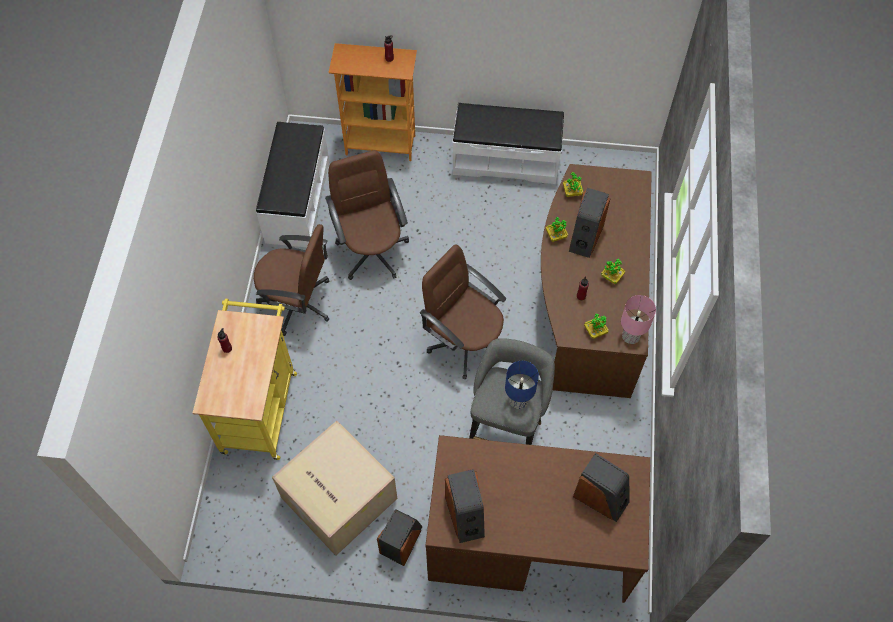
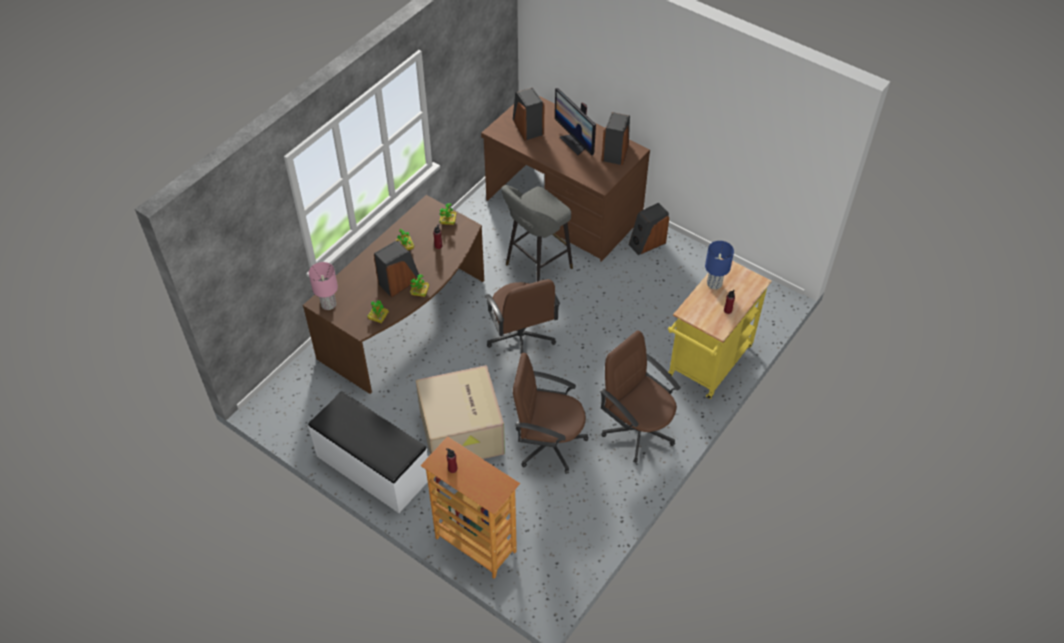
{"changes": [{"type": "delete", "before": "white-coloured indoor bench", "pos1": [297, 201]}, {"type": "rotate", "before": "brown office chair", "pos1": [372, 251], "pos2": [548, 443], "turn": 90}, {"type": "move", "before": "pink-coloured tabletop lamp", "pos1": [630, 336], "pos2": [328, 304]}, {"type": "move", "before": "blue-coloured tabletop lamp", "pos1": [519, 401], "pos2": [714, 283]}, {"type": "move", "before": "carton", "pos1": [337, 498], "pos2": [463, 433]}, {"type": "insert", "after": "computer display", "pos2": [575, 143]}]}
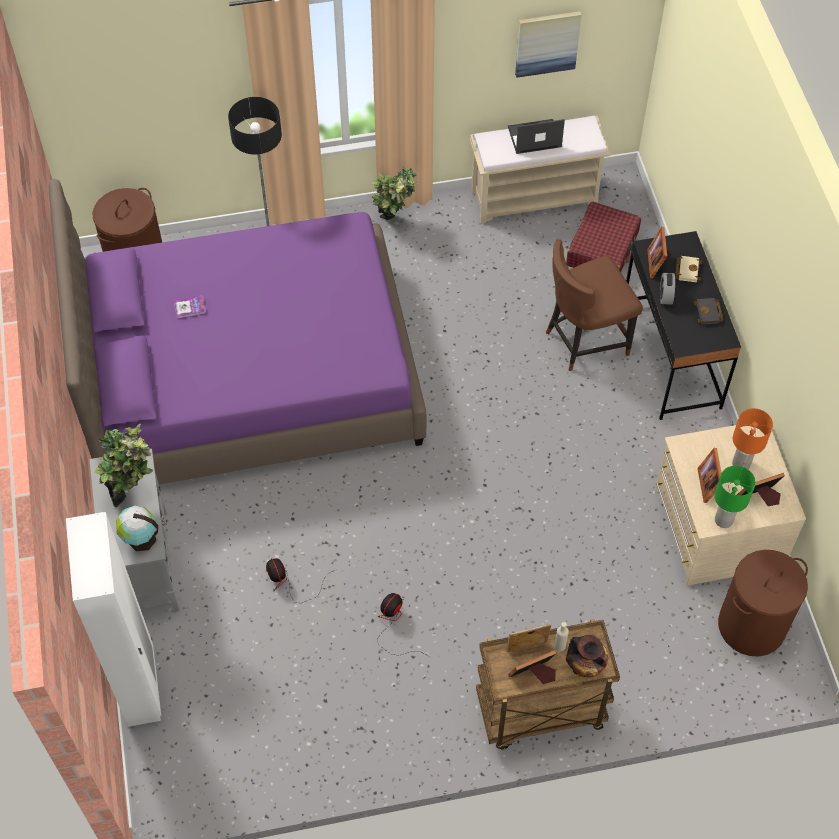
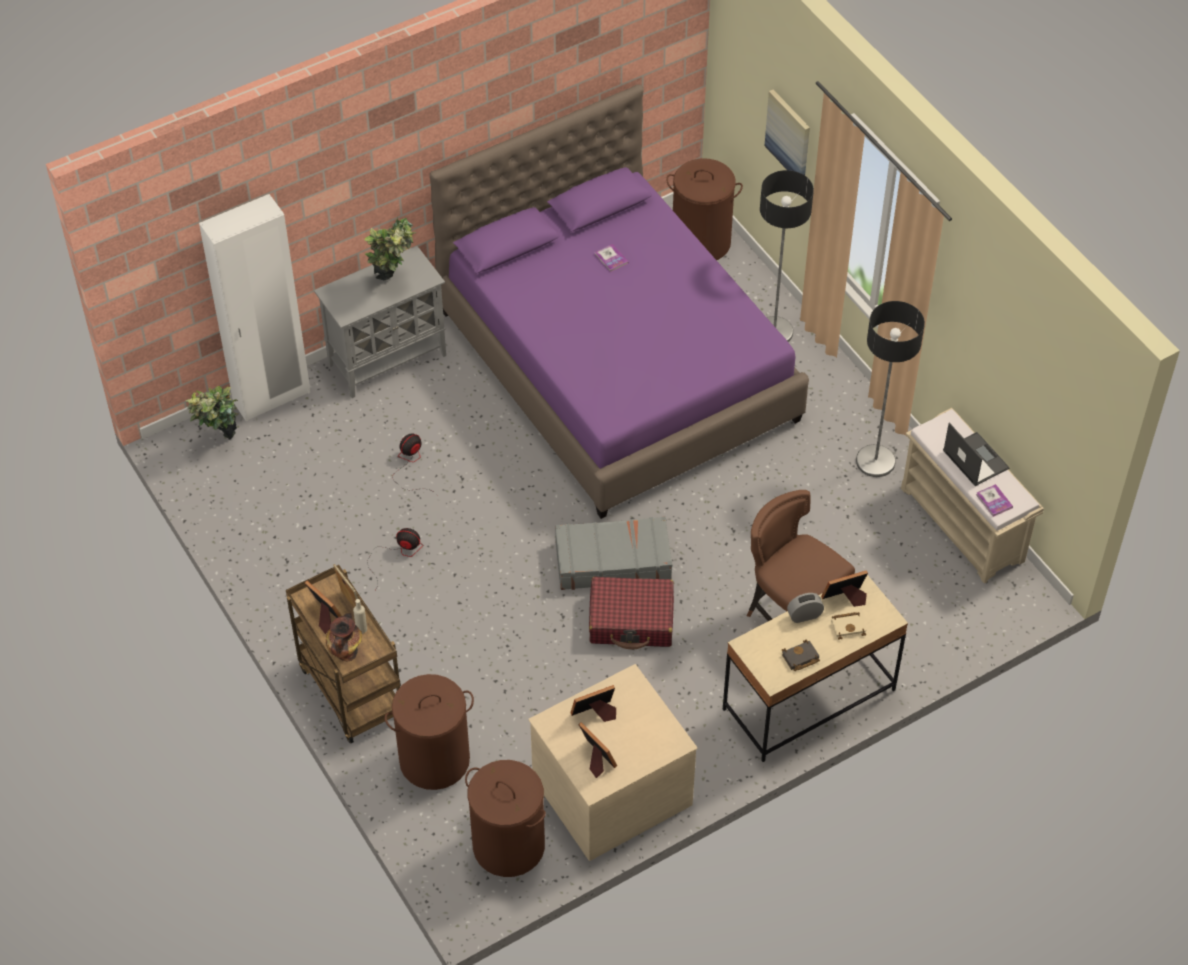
{"changes": [{"type": "move", "before": "picture", "pos1": [547, 43], "pos2": [788, 135]}, {"type": "move", "before": "houseplant", "pos1": [395, 225], "pos2": [221, 444]}, {"type": "move", "before": "red-coloured piece of luggage", "pos1": [602, 249], "pos2": [631, 620]}, {"type": "recolor", "before": "black desk", "after": "beige desk", "pos1": [670, 357], "pos2": [808, 700]}, {"type": "delete", "before": "orange tabletop lamp", "pos1": [741, 464]}, {"type": "delete", "before": "green tabletop lamp", "pos1": [723, 520]}, {"type": "delete", "before": "globe", "pos1": [140, 539]}, {"type": "insert", "after": "standard lamp", "pos2": [876, 461]}, {"type": "insert", "after": "bound book", "pos2": [994, 501]}, {"type": "insert", "after": "greyish piece of luggage", "pos2": [612, 561]}, {"type": "insert", "after": "brown hamper", "pos2": [434, 760]}]}
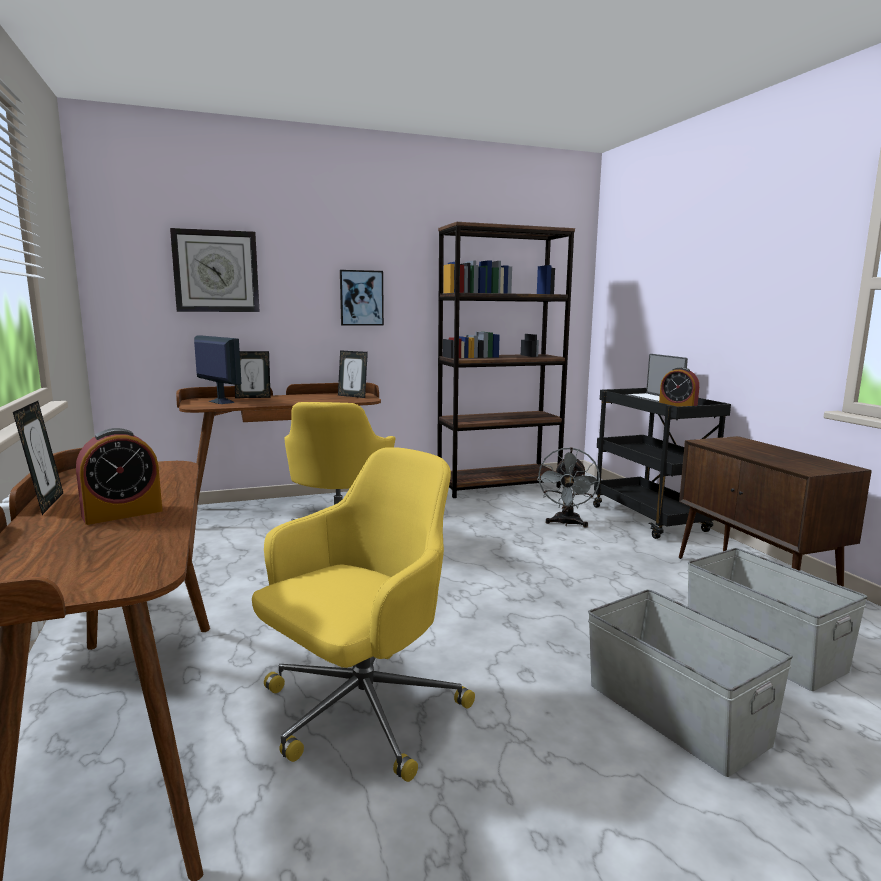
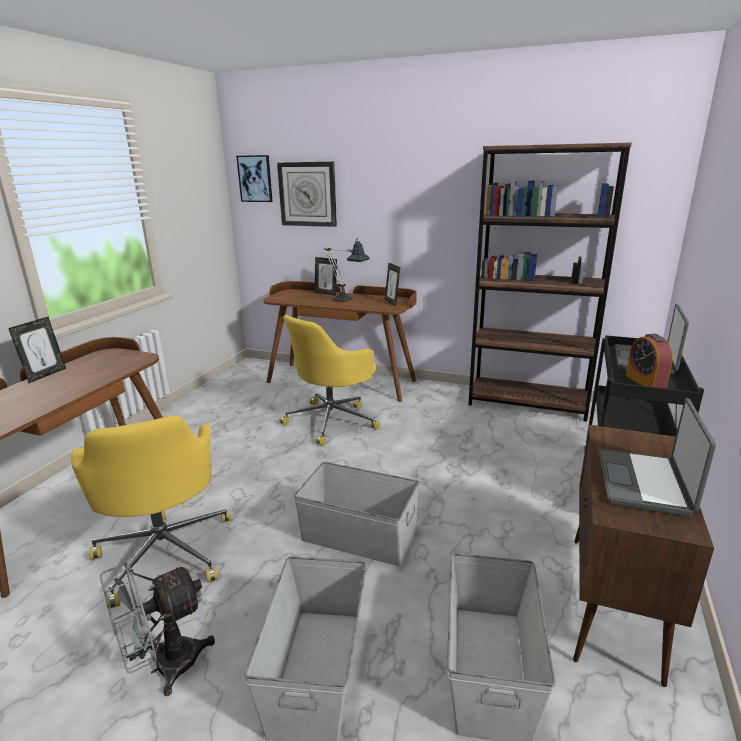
{"changes": [{"type": "move", "before": "picture", "pos1": [361, 298], "pos2": [255, 178]}, {"type": "delete", "before": "computer display", "pos1": [220, 401]}, {"type": "delete", "before": "table clock", "pos1": [122, 513]}, {"type": "rotate", "before": "yellowish office chair", "pos1": [360, 712], "pos2": [165, 551], "turn": 75}, {"type": "move", "before": "greyish cooling fan", "pos1": [566, 523], "pos2": [164, 666]}, {"type": "insert", "after": "tabletop lamp", "pos2": [346, 300]}, {"type": "insert", "after": "notebook computer", "pos2": [645, 483]}, {"type": "insert", "after": "greyish storage container", "pos2": [359, 537]}]}
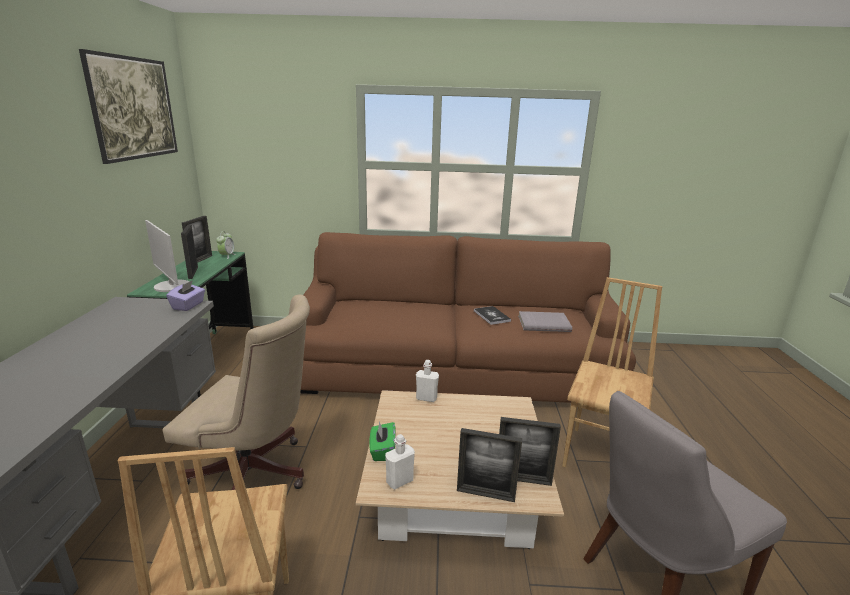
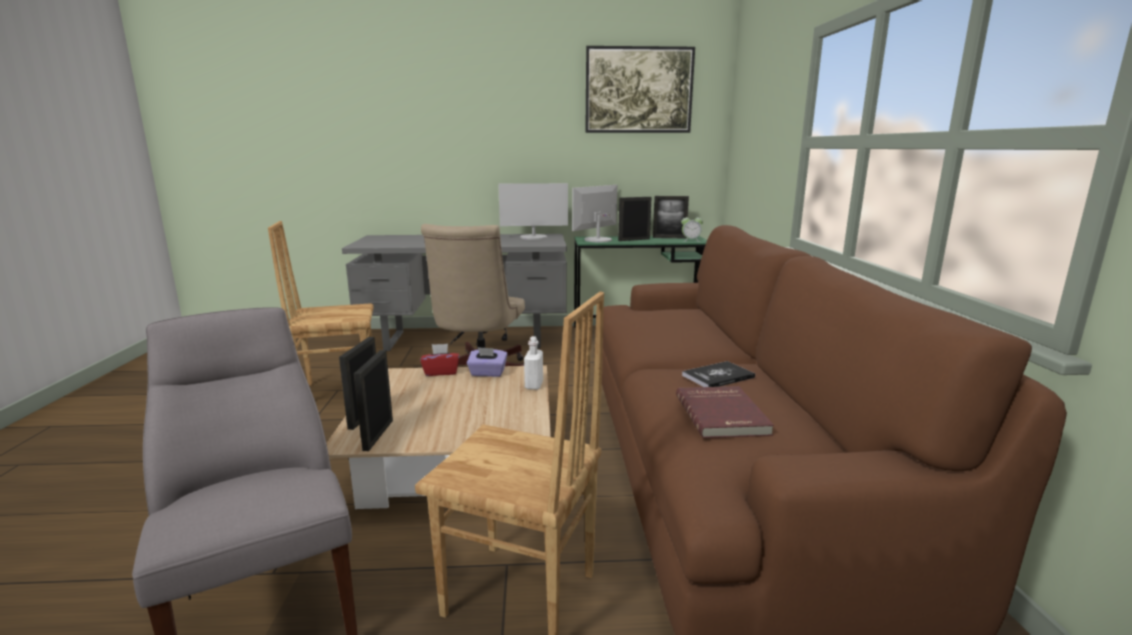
{"changes": [{"type": "move", "before": "purple box of tissues", "pos1": [188, 306], "pos2": [487, 373]}, {"type": "recolor", "before": "greyish bound book", "after": "red-coloured bound book", "pos1": [543, 323], "pos2": [723, 415]}, {"type": "recolor", "before": "green box of tissues", "after": "red-coloured box of tissues", "pos1": [382, 451], "pos2": [441, 372]}, {"type": "delete", "before": "white-coloured drink bottle", "pos1": [399, 481]}, {"type": "insert", "after": "computer display", "pos2": [533, 237]}]}
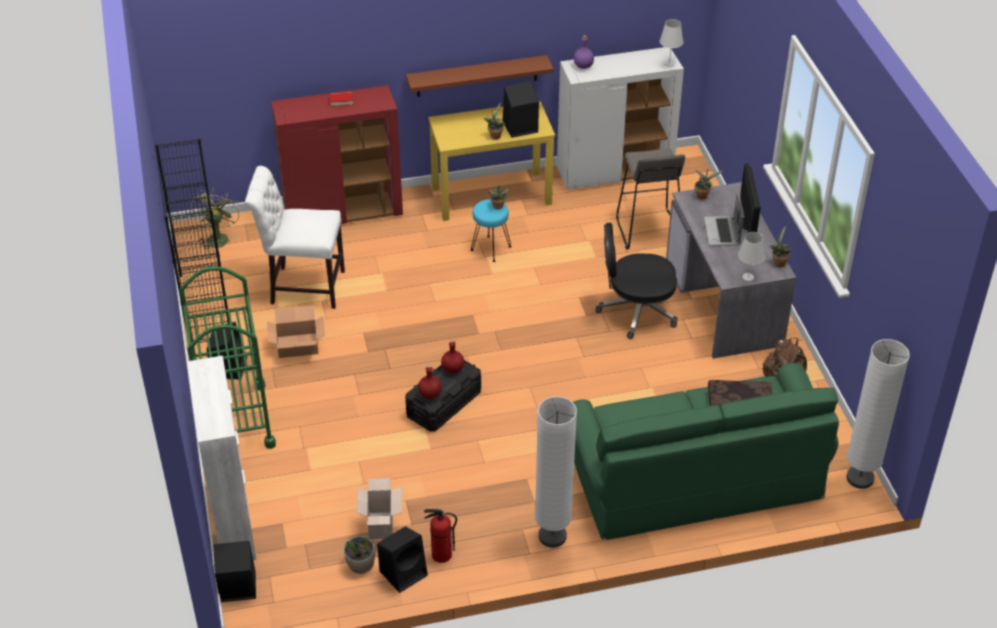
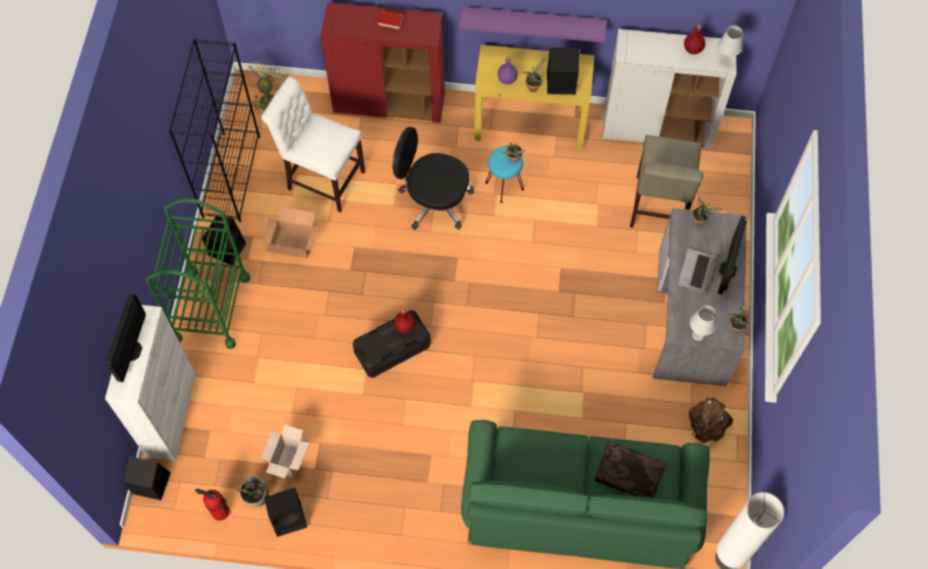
{"changes": [{"type": "move", "before": "purple drink bottle", "pos1": [583, 66], "pos2": [507, 79]}, {"type": "recolor", "before": "brown shelf", "after": "purple shelf", "pos1": [477, 76], "pos2": [533, 22]}, {"type": "replace", "before": "greyish sitting stool", "after": "beige plain chair", "pos1": [647, 230], "pos2": [658, 209]}, {"type": "move", "before": "black office chair", "pos1": [636, 311], "pos2": [434, 201]}, {"type": "move", "before": "red-coloured drink bottle", "pos1": [430, 394], "pos2": [692, 49]}, {"type": "delete", "before": "white-coloured standard lamp", "pos1": [552, 536]}, {"type": "move", "before": "fire-fighting cylinder", "pos1": [441, 555], "pos2": [219, 512]}, {"type": "insert", "after": "computer display", "pos2": [132, 351]}]}
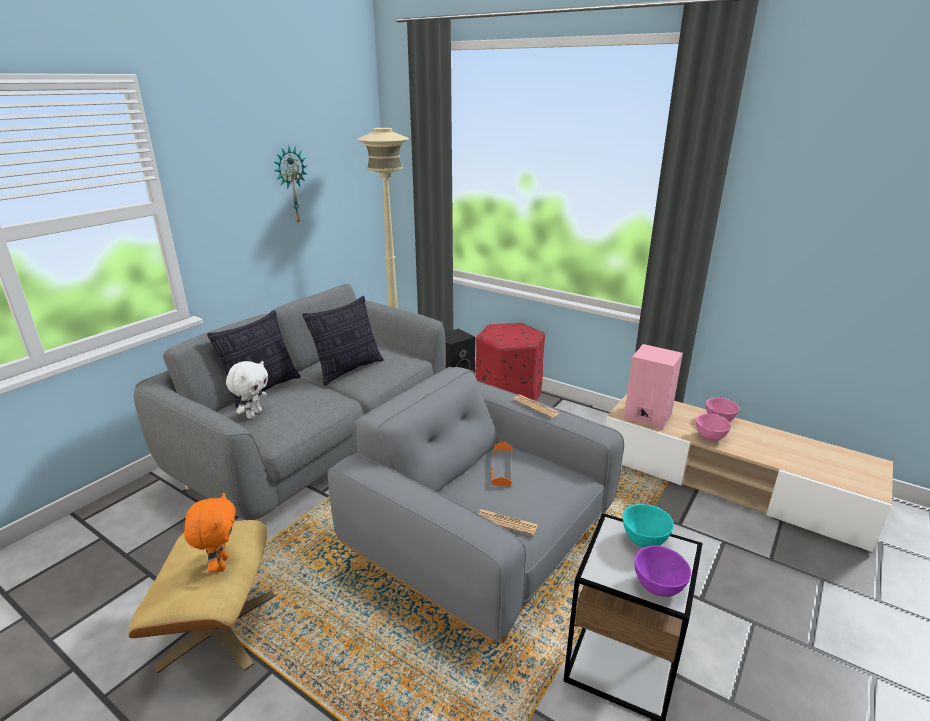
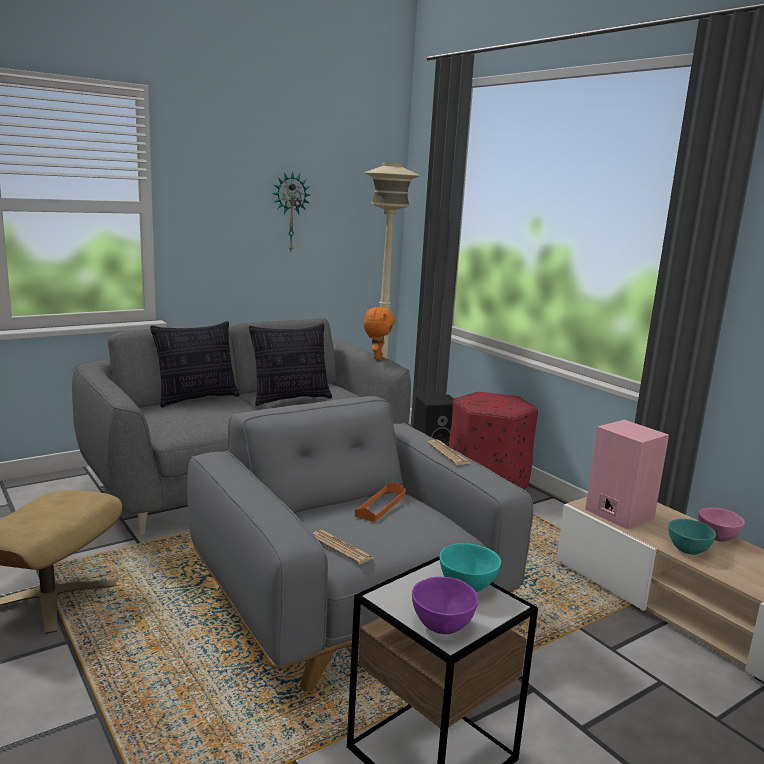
{"changes": [{"type": "delete", "before": "white-coloured cuddly toy", "pos1": [253, 414]}, {"type": "recolor", "before": "pink-coloured serving bowl", "after": "turquoise serving bowl", "pos1": [710, 437], "pos2": [688, 550]}, {"type": "move", "before": "orange cuddly toy", "pos1": [220, 564], "pos2": [377, 357]}]}
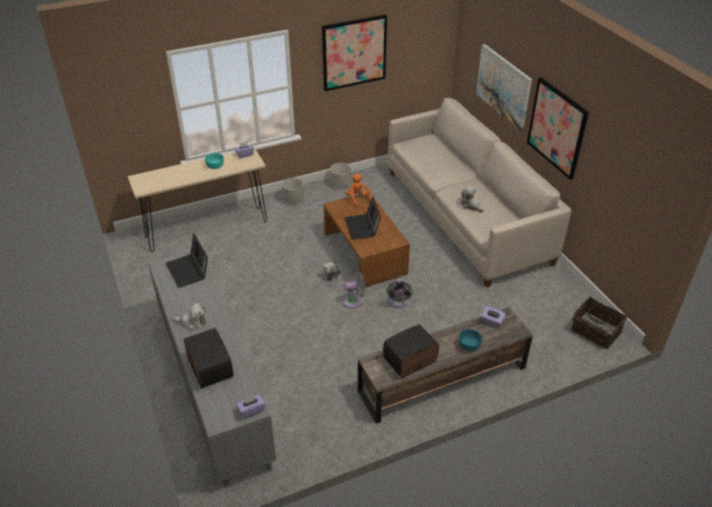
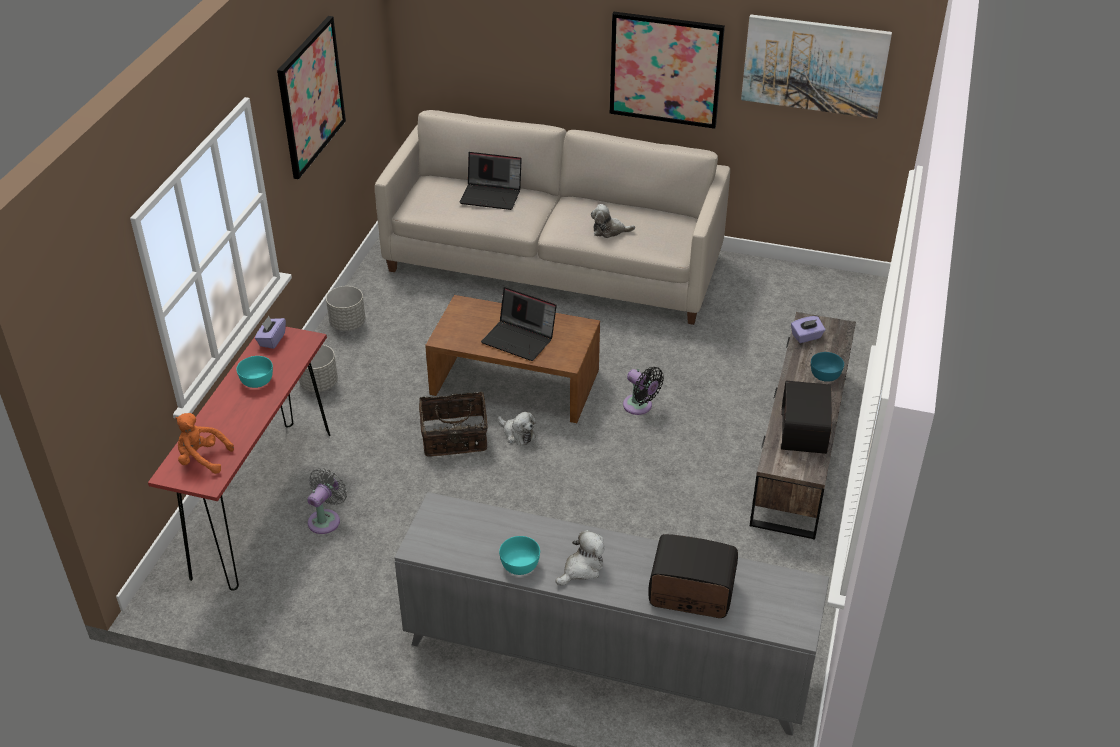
{"changes": [{"type": "move", "before": "picture", "pos1": [503, 86], "pos2": [814, 65]}, {"type": "recolor", "before": "beige narrow table", "after": "red-coloured narrow table", "pos1": [207, 229], "pos2": [263, 503]}, {"type": "move", "before": "orange cuddly toy", "pos1": [358, 199], "pos2": [202, 459]}, {"type": "move", "before": "notebook computer", "pos1": [189, 271], "pos2": [492, 195]}, {"type": "move", "before": "greyish cooling fan", "pos1": [354, 301], "pos2": [326, 519]}, {"type": "move", "before": "basket", "pos1": [595, 332], "pos2": [454, 439]}, {"type": "delete", "before": "purple box of tissues", "pos1": [251, 410]}, {"type": "insert", "after": "turquoise serving bowl", "pos2": [520, 564]}]}
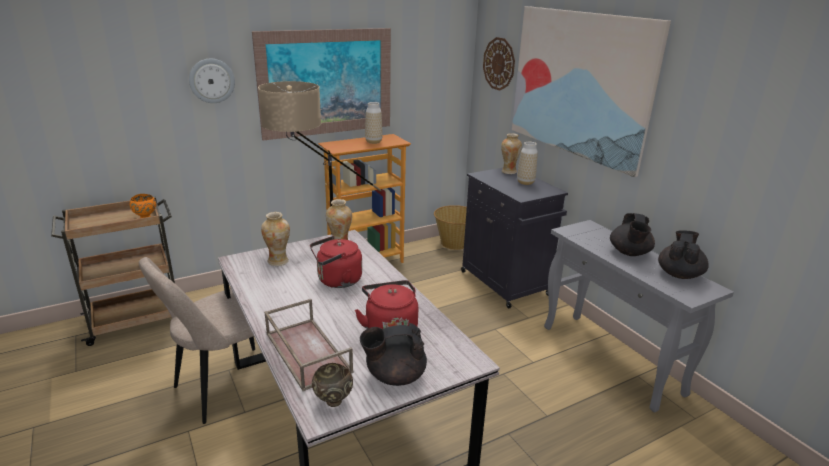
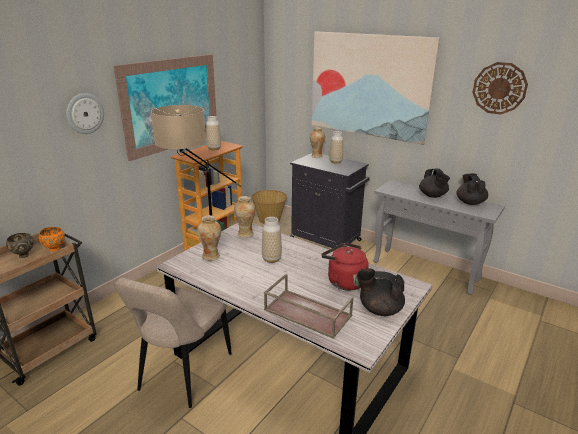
{"changes": [{"type": "move", "before": "clock on the wall", "pos1": [499, 64], "pos2": [499, 88]}, {"type": "replace", "before": "red-coloured water kettle", "after": "vase", "pos1": [337, 281], "pos2": [271, 259]}, {"type": "rotate", "before": "black tea pot", "pos1": [394, 376], "pos2": [379, 309], "turn": 60}, {"type": "move", "before": "brown serving bowl", "pos1": [332, 401], "pos2": [23, 255]}]}
